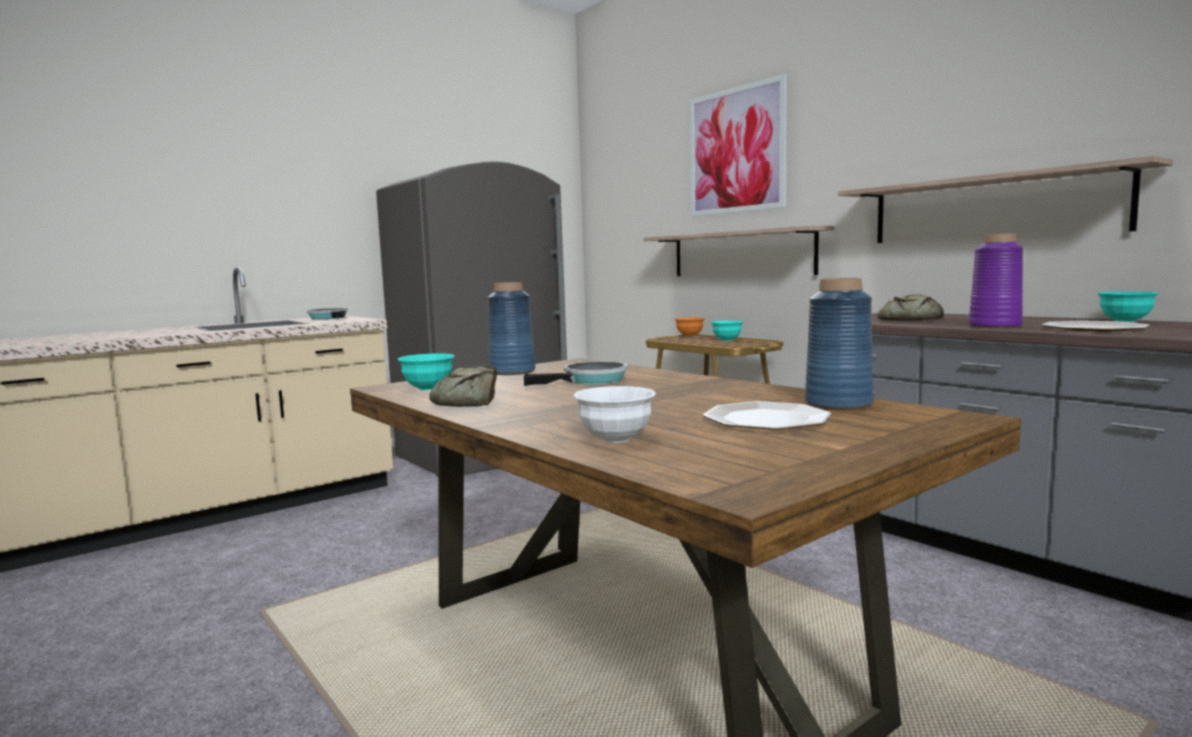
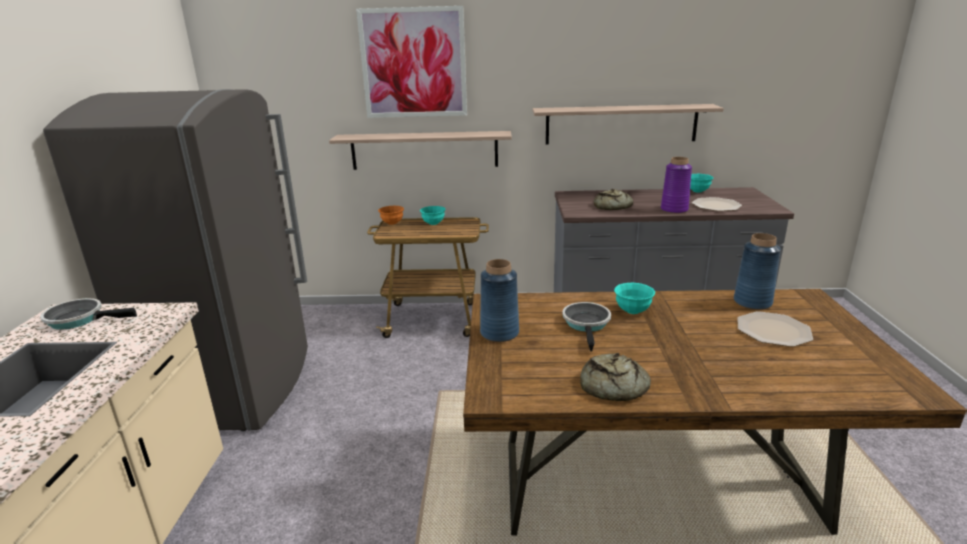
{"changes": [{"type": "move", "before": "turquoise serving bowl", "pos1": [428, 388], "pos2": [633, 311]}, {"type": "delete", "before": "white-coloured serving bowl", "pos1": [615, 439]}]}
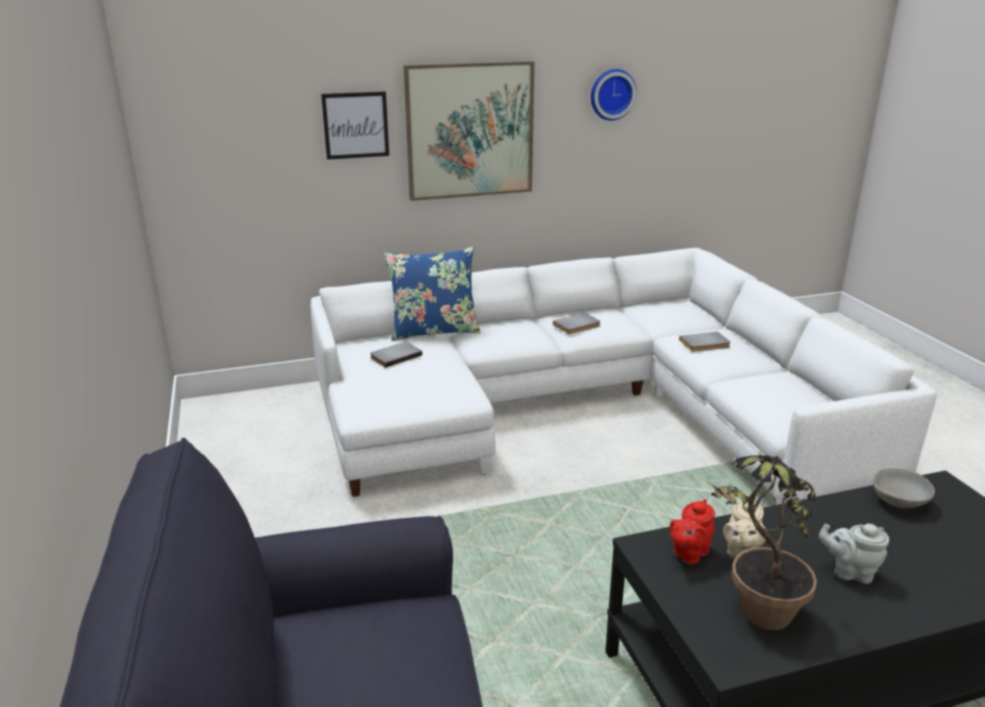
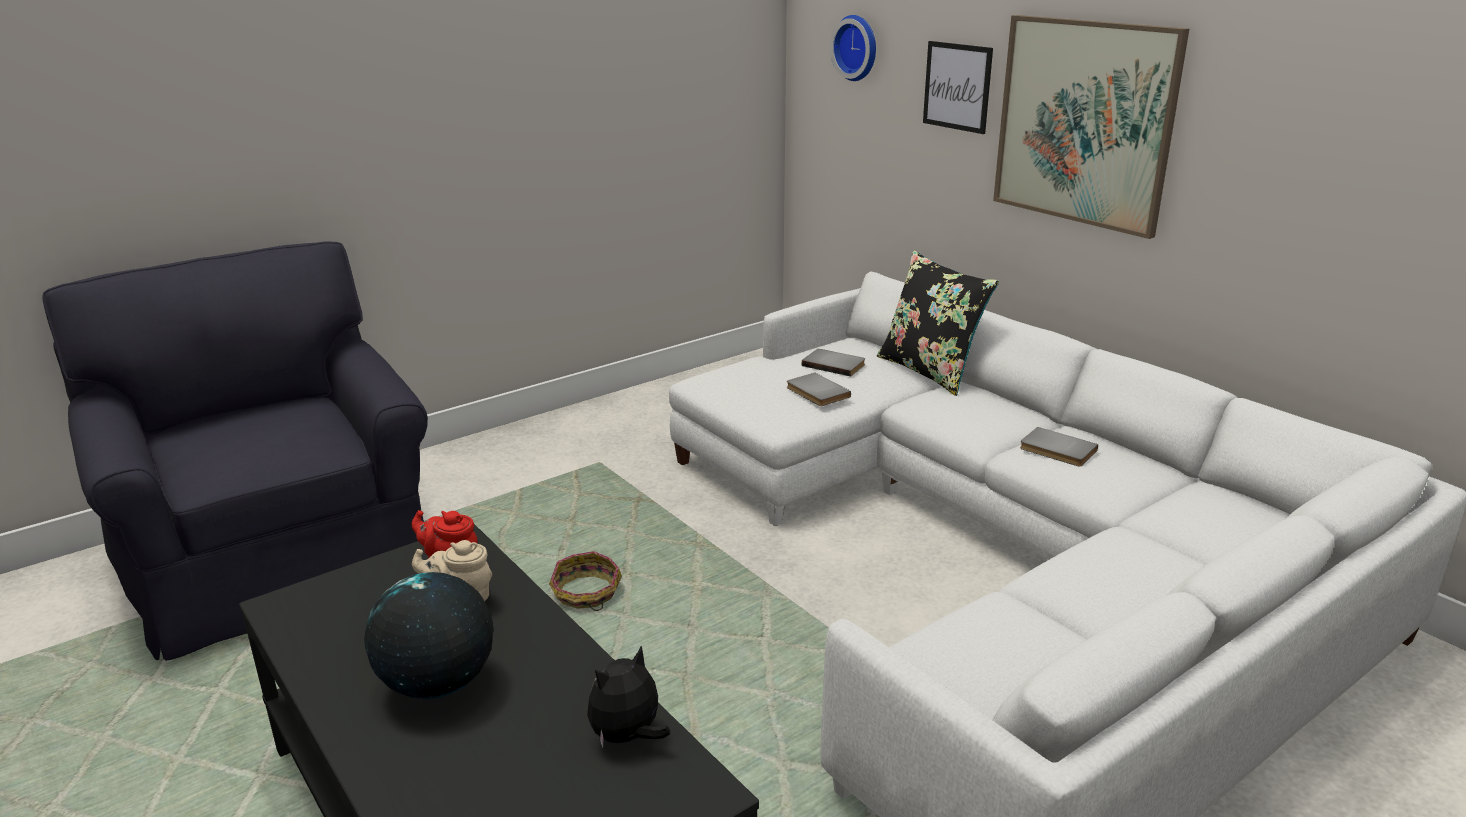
{"changes": [{"type": "move", "before": "clock on the wall", "pos1": [611, 94], "pos2": [857, 47]}, {"type": "recolor", "before": "blue-coloured cushion", "after": "black cushion", "pos1": [434, 331], "pos2": [930, 371]}, {"type": "move", "before": "greyish bound book", "pos1": [705, 344], "pos2": [816, 392]}, {"type": "delete", "before": "houseplant", "pos1": [753, 620]}, {"type": "replace", "before": "greyish serving bowl", "after": "cuddly toy", "pos1": [899, 501], "pos2": [628, 737]}, {"type": "replace", "before": "greyish tea pot", "after": "globe", "pos1": [849, 572], "pos2": [437, 684]}, {"type": "insert", "after": "basket", "pos2": [586, 594]}]}
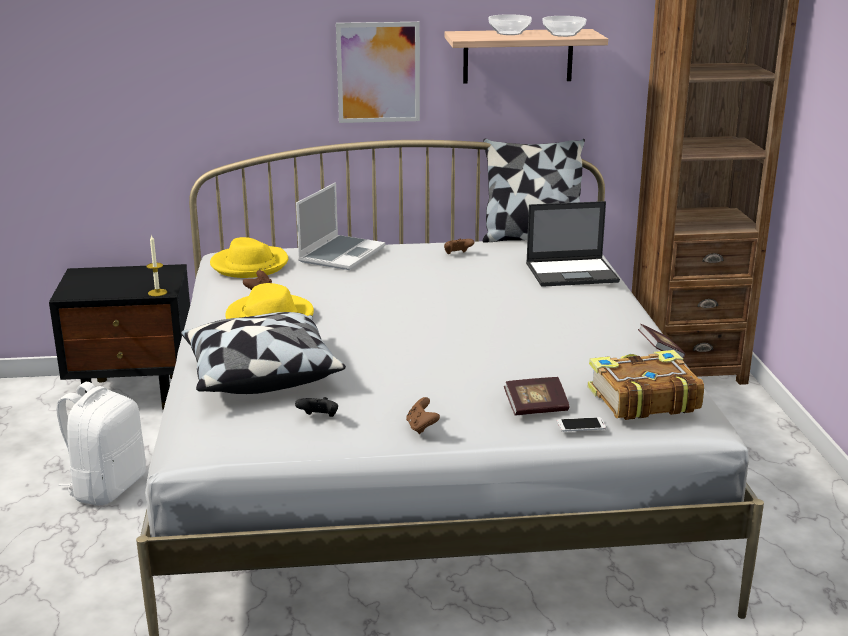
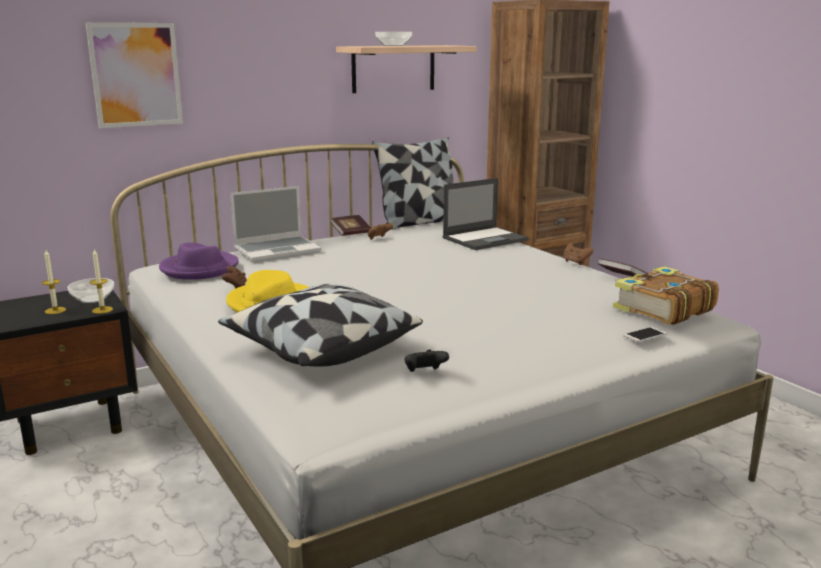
{"changes": [{"type": "move", "before": "serving bowl", "pos1": [562, 34], "pos2": [92, 299]}, {"type": "move", "before": "picture", "pos1": [378, 72], "pos2": [136, 75]}, {"type": "rotate", "before": "notebook computer", "pos1": [341, 254], "pos2": [278, 250], "turn": 60}, {"type": "recolor", "before": "yellowish wearable hat", "after": "purple wearable hat", "pos1": [249, 265], "pos2": [199, 269]}, {"type": "move", "before": "bound book", "pos1": [536, 408], "pos2": [351, 233]}, {"type": "delete", "before": "white-coloured rucksack", "pos1": [107, 487]}, {"type": "move", "before": "brown gamepad", "pos1": [421, 427], "pos2": [575, 262]}, {"type": "insert", "after": "wax light", "pos2": [55, 310]}]}
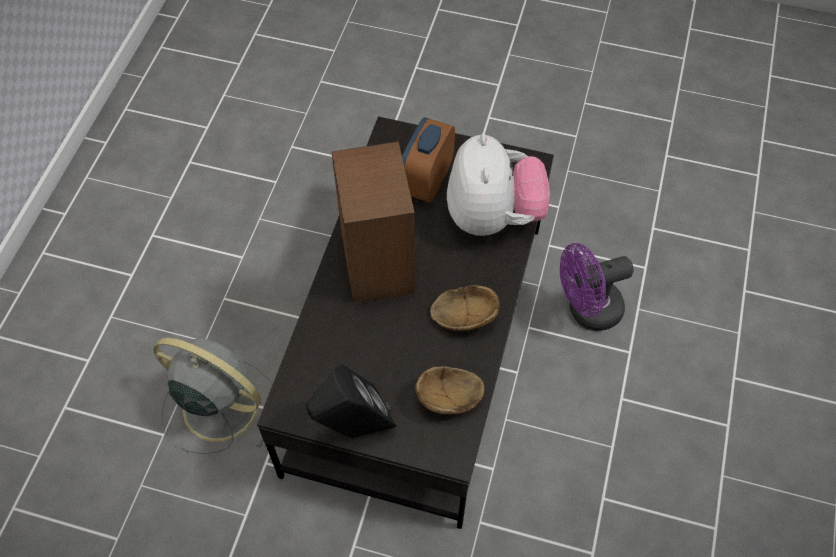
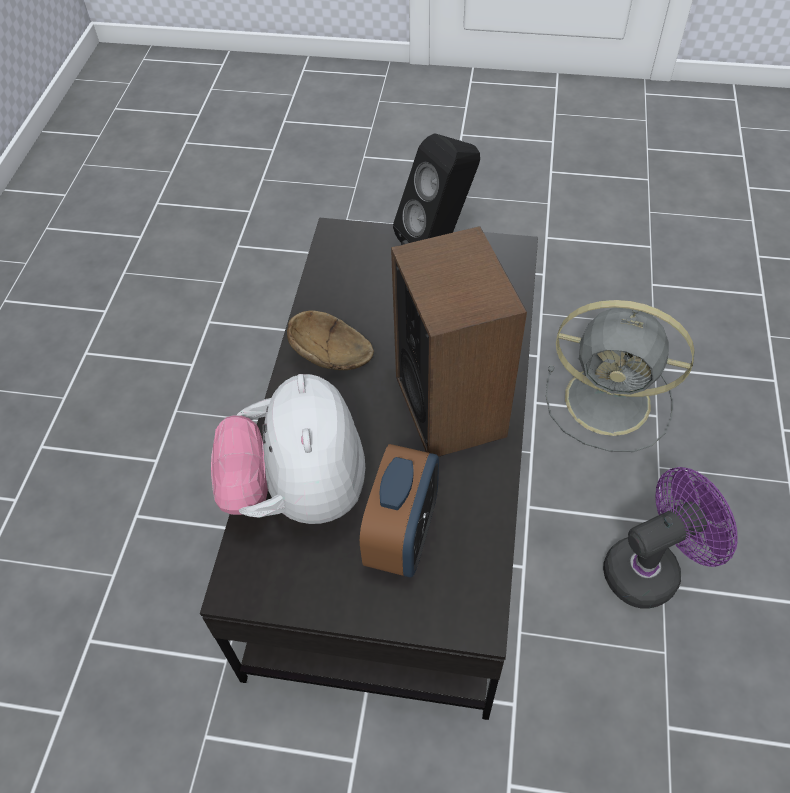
{"changes": [{"type": "move", "before": "purple cooling fan", "pos1": [586, 311], "pos2": [651, 568]}, {"type": "delete", "before": "brown serving bowl", "pos1": [452, 398]}]}
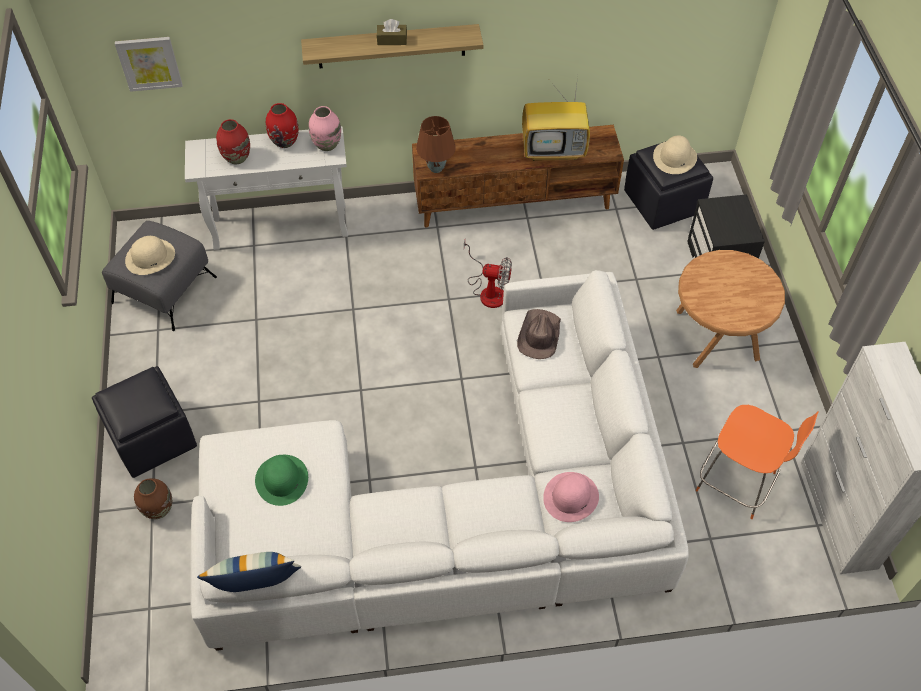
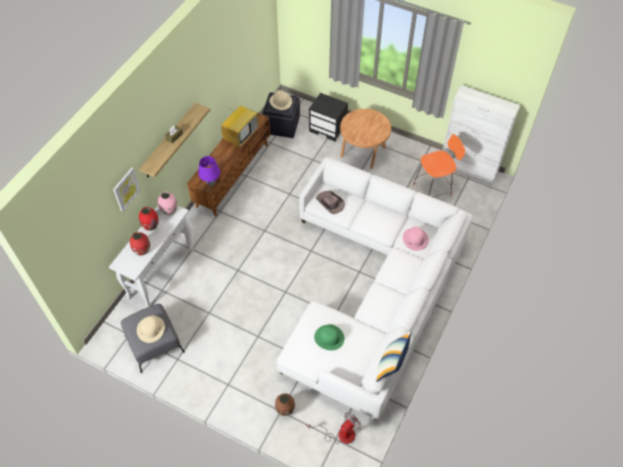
{"changes": [{"type": "move", "before": "picture", "pos1": [149, 63], "pos2": [126, 189]}, {"type": "recolor", "before": "brown tabletop lamp", "after": "purple tabletop lamp", "pos1": [436, 168], "pos2": [211, 183]}, {"type": "move", "before": "cooling fan", "pos1": [488, 290], "pos2": [340, 434]}, {"type": "delete", "before": "black footrest", "pos1": [151, 437]}]}
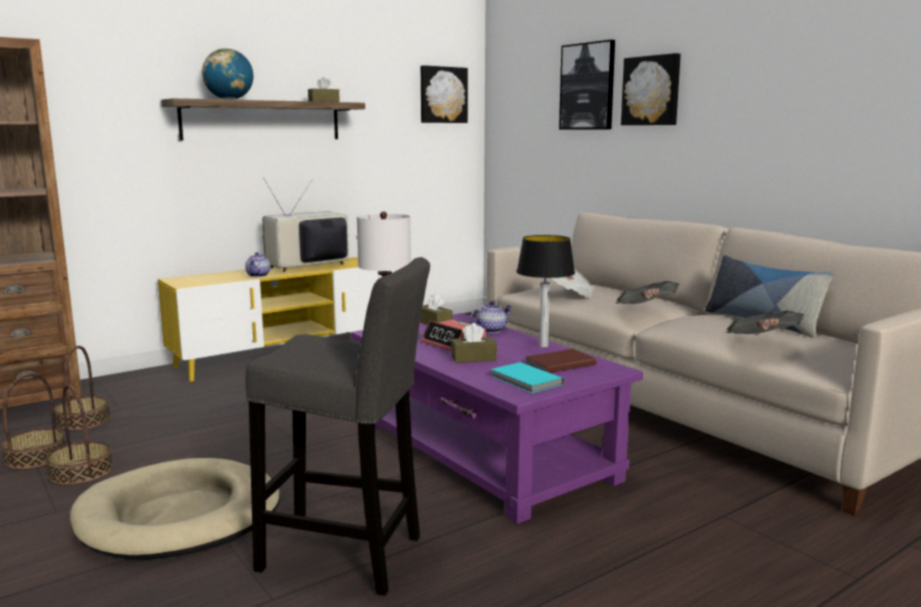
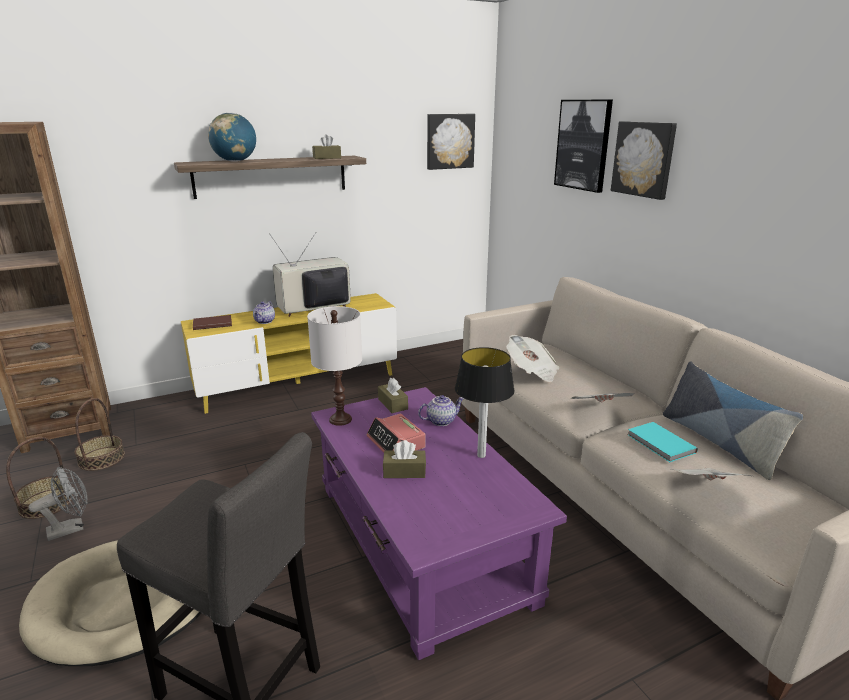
{"changes": [{"type": "move", "before": "brown bound book", "pos1": [558, 364], "pos2": [212, 324]}, {"type": "move", "before": "turquoise bound book", "pos1": [525, 380], "pos2": [660, 444]}, {"type": "replace", "before": "basket", "after": "greyish cooling fan", "pos1": [80, 472], "pos2": [72, 528]}]}
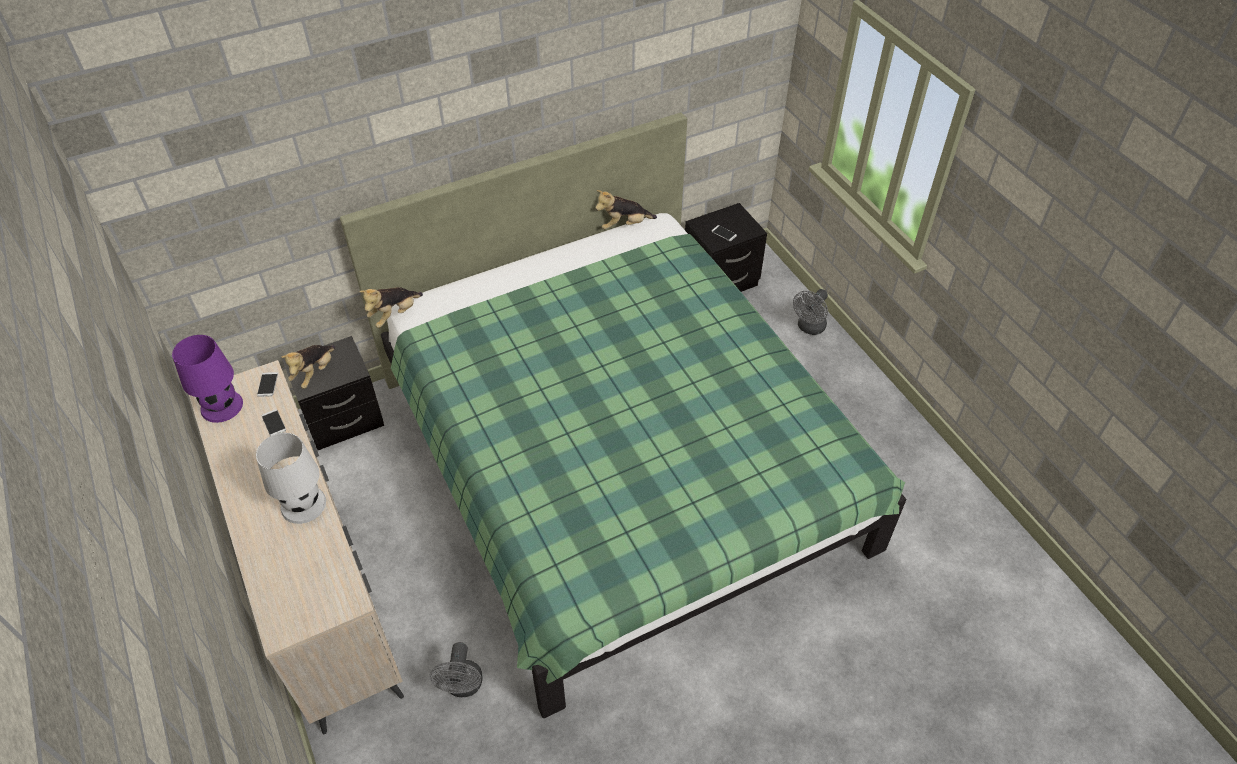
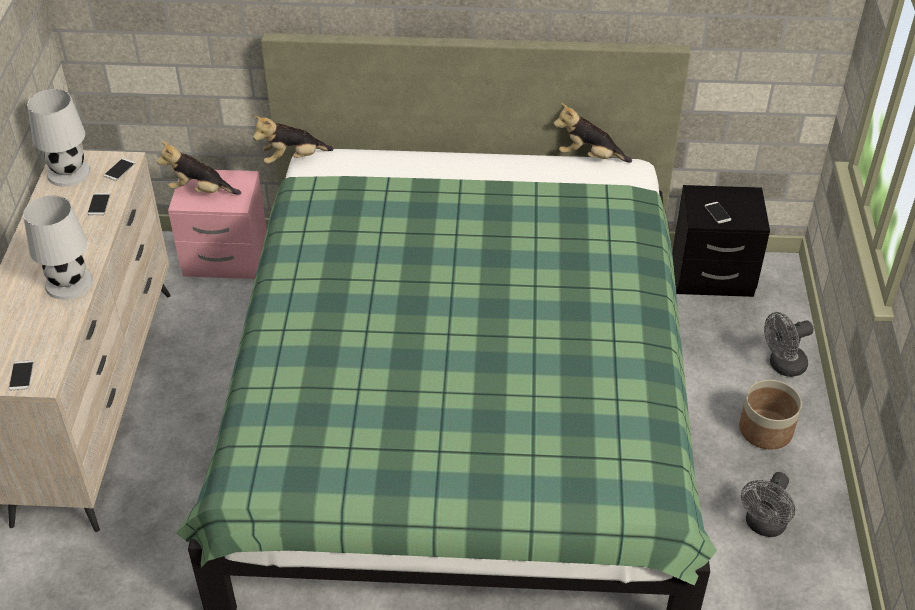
{"changes": [{"type": "recolor", "before": "purple tabletop lamp", "after": "white-coloured tabletop lamp", "pos1": [221, 405], "pos2": [68, 172]}, {"type": "recolor", "before": "black bedside table", "after": "pink-coloured bedside table", "pos1": [344, 420], "pos2": [225, 259]}, {"type": "rotate", "before": "cuddly toy", "pos1": [314, 373], "pos2": [200, 191], "turn": 45}, {"type": "move", "before": "greyish cooling fan", "pos1": [463, 686], "pos2": [763, 526]}, {"type": "insert", "after": "phone", "pos2": [21, 375]}, {"type": "insert", "after": "planter", "pos2": [766, 430]}]}
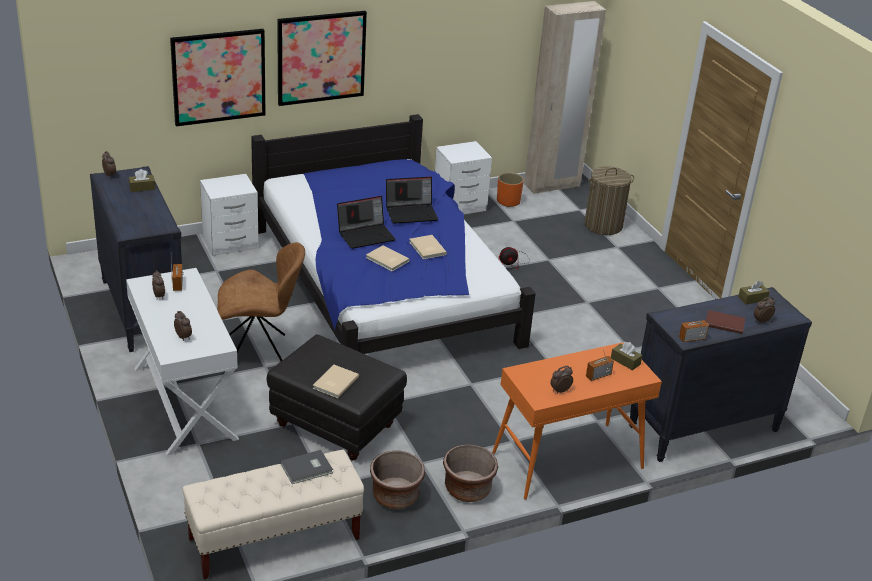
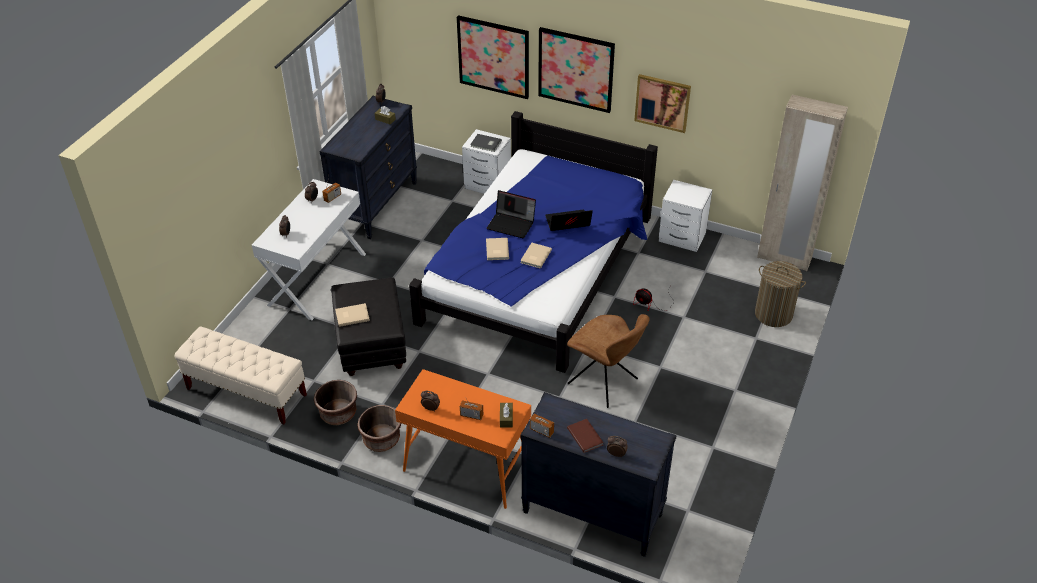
{"changes": [{"type": "delete", "before": "orange planter", "pos1": [508, 201]}, {"type": "rotate", "before": "notebook computer", "pos1": [412, 212], "pos2": [567, 223], "turn": 135}, {"type": "move", "before": "brown plain chair", "pos1": [259, 353], "pos2": [604, 382]}, {"type": "delete", "before": "brown box of tissues", "pos1": [752, 299]}, {"type": "move", "before": "greyish bound book", "pos1": [307, 469], "pos2": [486, 144]}, {"type": "insert", "after": "picture", "pos2": [662, 102]}]}
